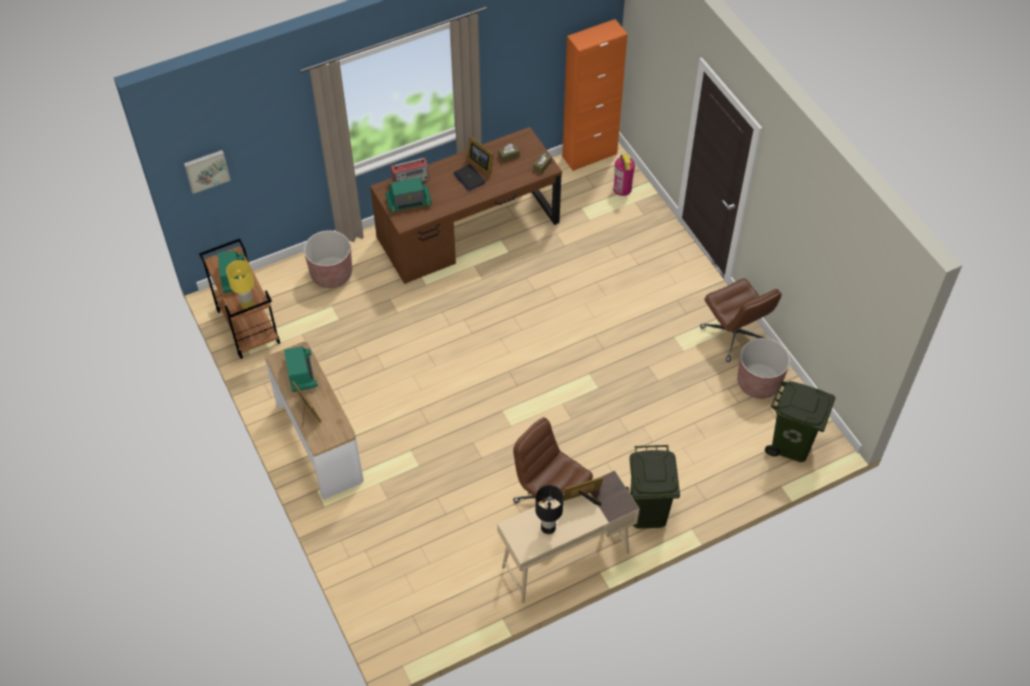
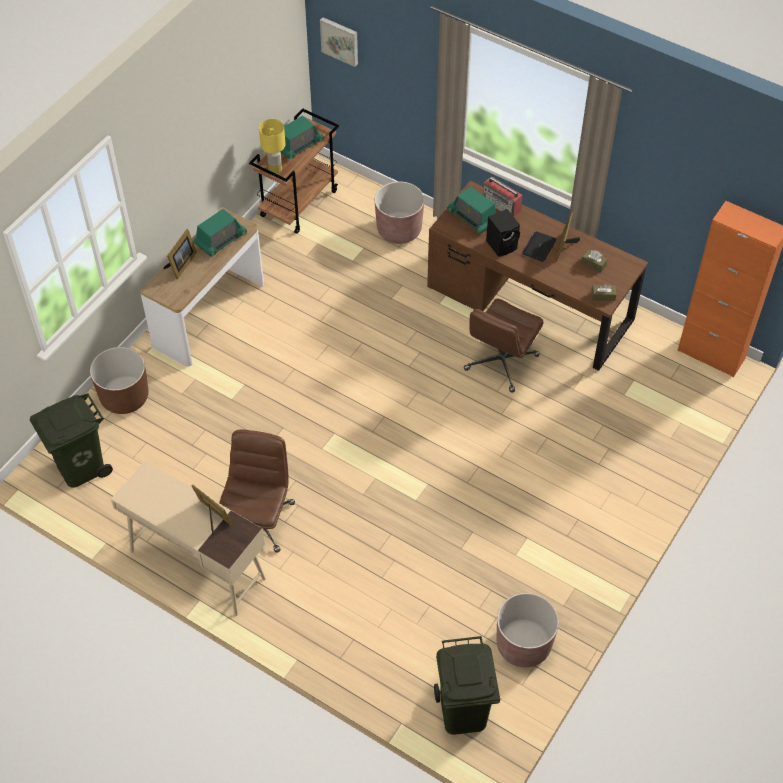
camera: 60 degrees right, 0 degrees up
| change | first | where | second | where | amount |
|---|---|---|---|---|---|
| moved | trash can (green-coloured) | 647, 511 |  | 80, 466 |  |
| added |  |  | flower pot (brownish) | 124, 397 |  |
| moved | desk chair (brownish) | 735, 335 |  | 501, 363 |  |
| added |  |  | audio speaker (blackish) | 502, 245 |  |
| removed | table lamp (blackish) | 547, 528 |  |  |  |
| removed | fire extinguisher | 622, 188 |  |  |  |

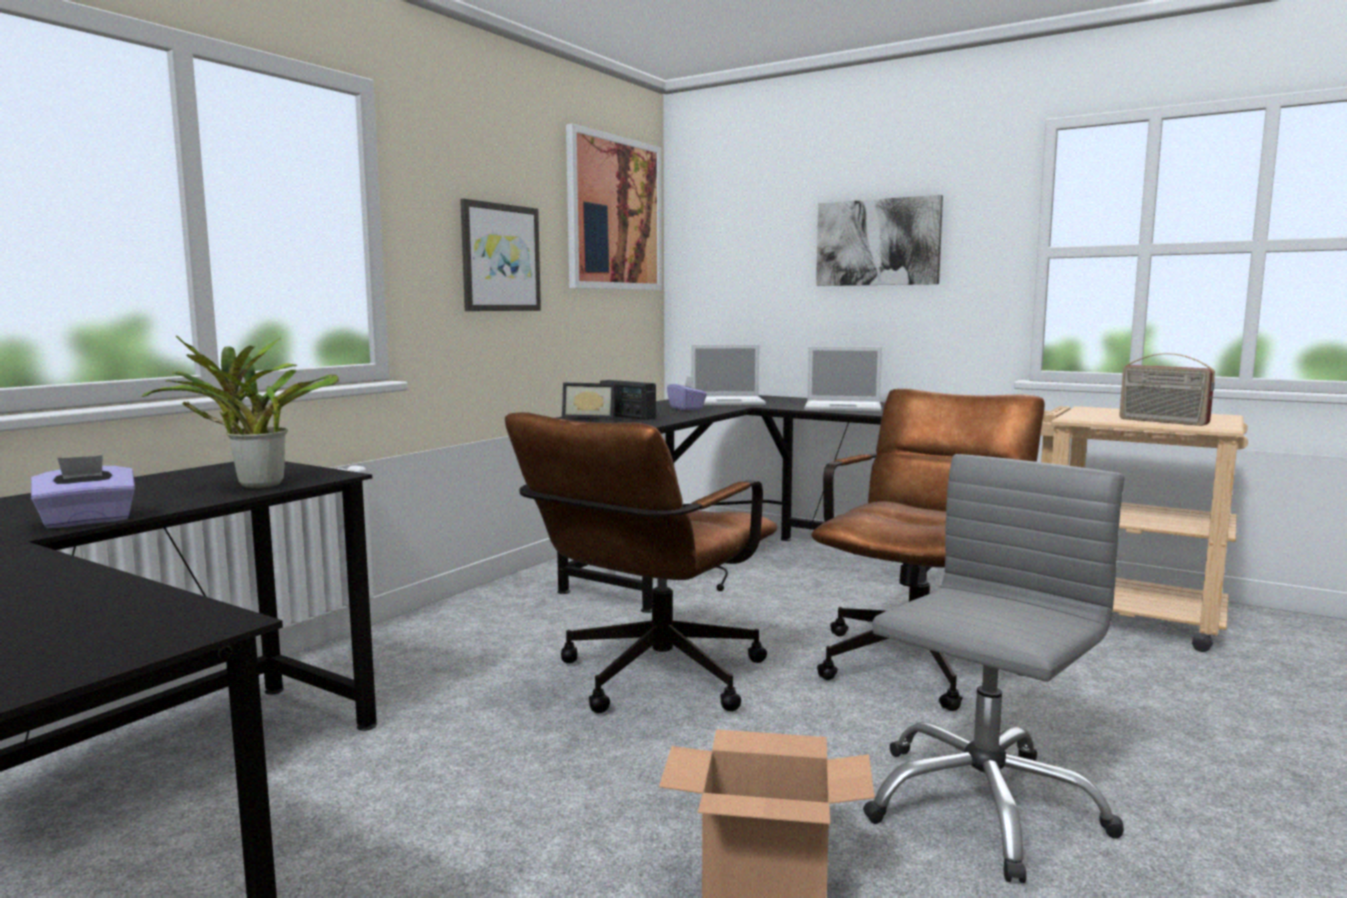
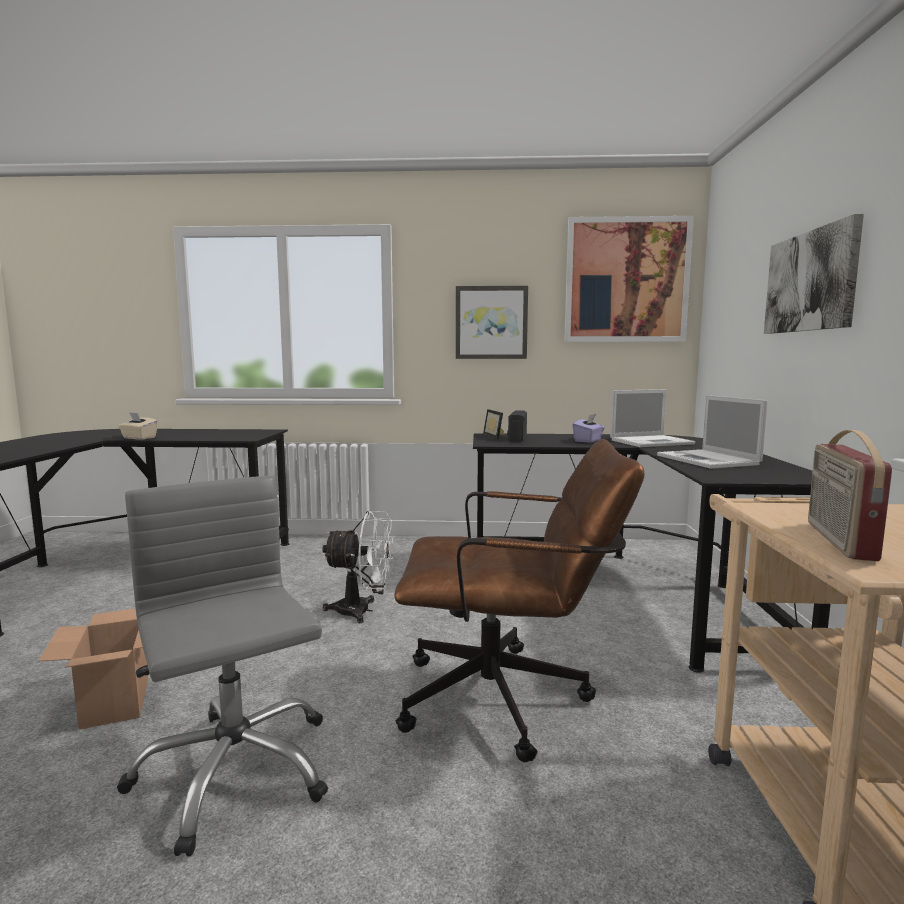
camera: 60 degrees right, 0 degrees up
| change | first | where | second | where | amount |
|---|---|---|---|---|---|
| turned | desk chair (greyish) | 981, 805 |  | 234, 771 | 135 degrees counterclockwise |
| recoloured | tissue box (purplish) | 87, 521 | tissue box (beige-coloured) | 139, 438 |  |
| replaced | desk chair (brownish) | 649, 681 | cooling fan (white) | 362, 611 |  |
| turned | laptop | 729, 402 |  | 652, 442 | 75 degrees counterclockwise |
| removed | plant in a pot | 255, 485 |  |  |  |

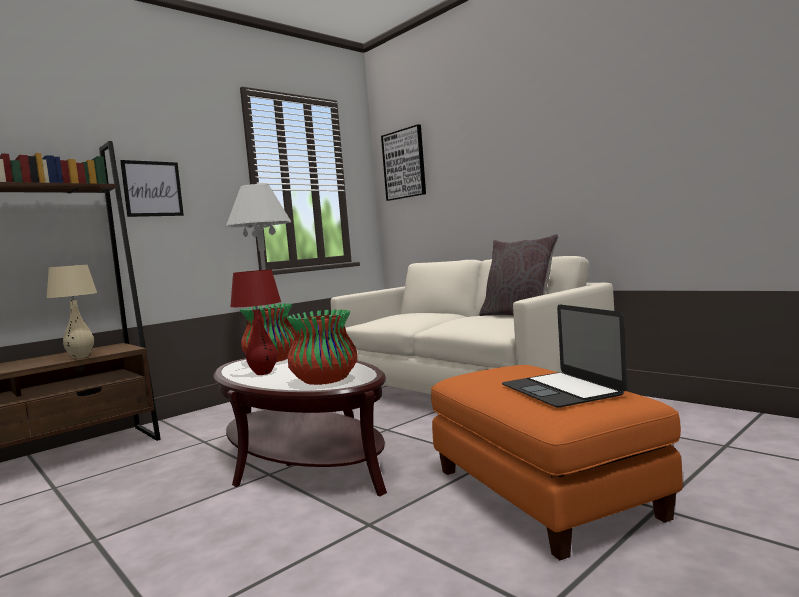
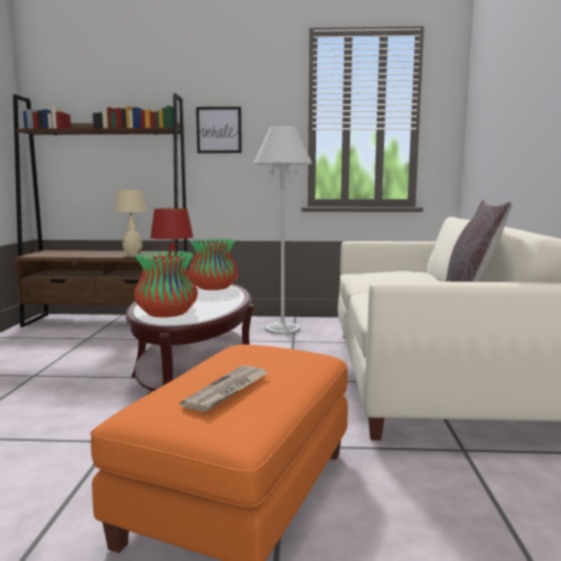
camera: 45 degrees right, 5 degrees up
| change | first | where | second | where | amount |
|---|---|---|---|---|---|
| replaced | laptop | 561, 389 | daily paper | 228, 391 |  |
| removed | picture | 404, 164 |  |  |  |

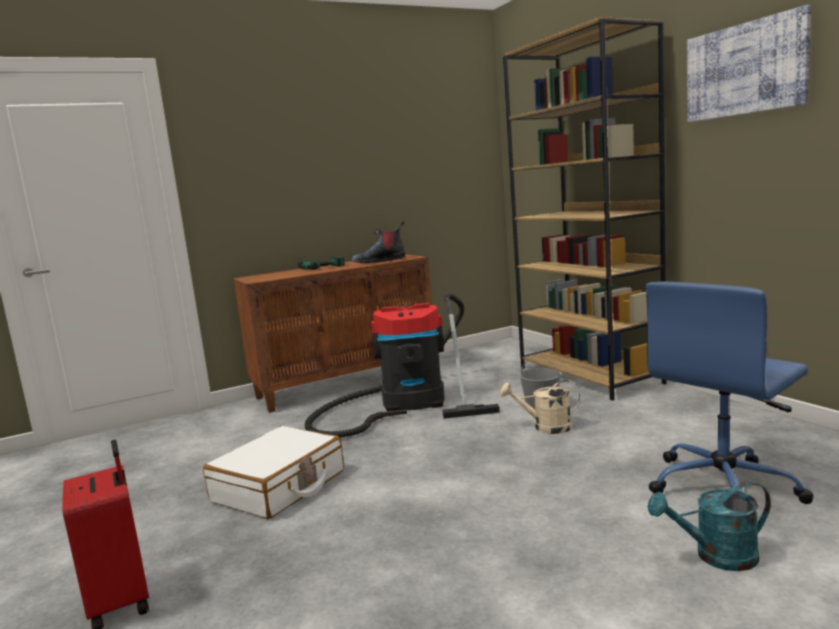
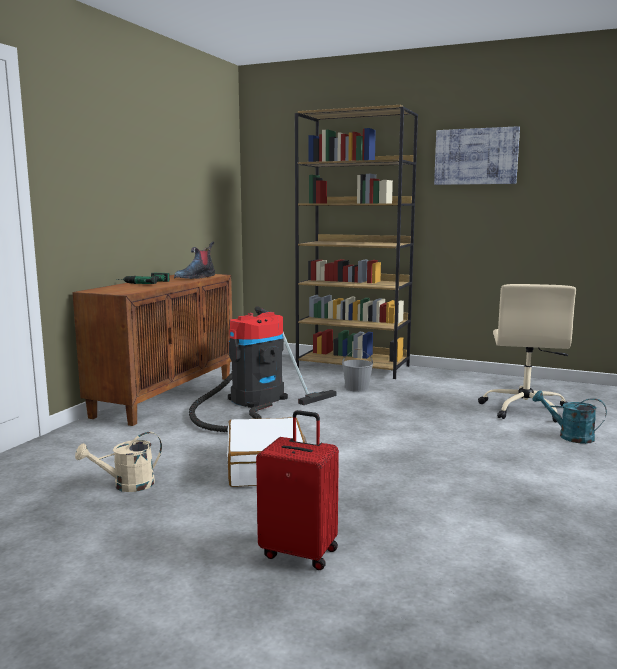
camera: 40 degrees left, 0 degrees up
| change | first | where | second | where | amount |
|---|---|---|---|---|---|
| moved | sprinkling can (beige-coloured) | 545, 427 |  | 127, 485 |  |
| recoloured | desk chair (blue) | 724, 486 | desk chair (beige-coloured) | 524, 409 |  |
| turned | sprinkling can (blue-green) | 716, 556 |  | 569, 436 | 75 degrees clockwise |

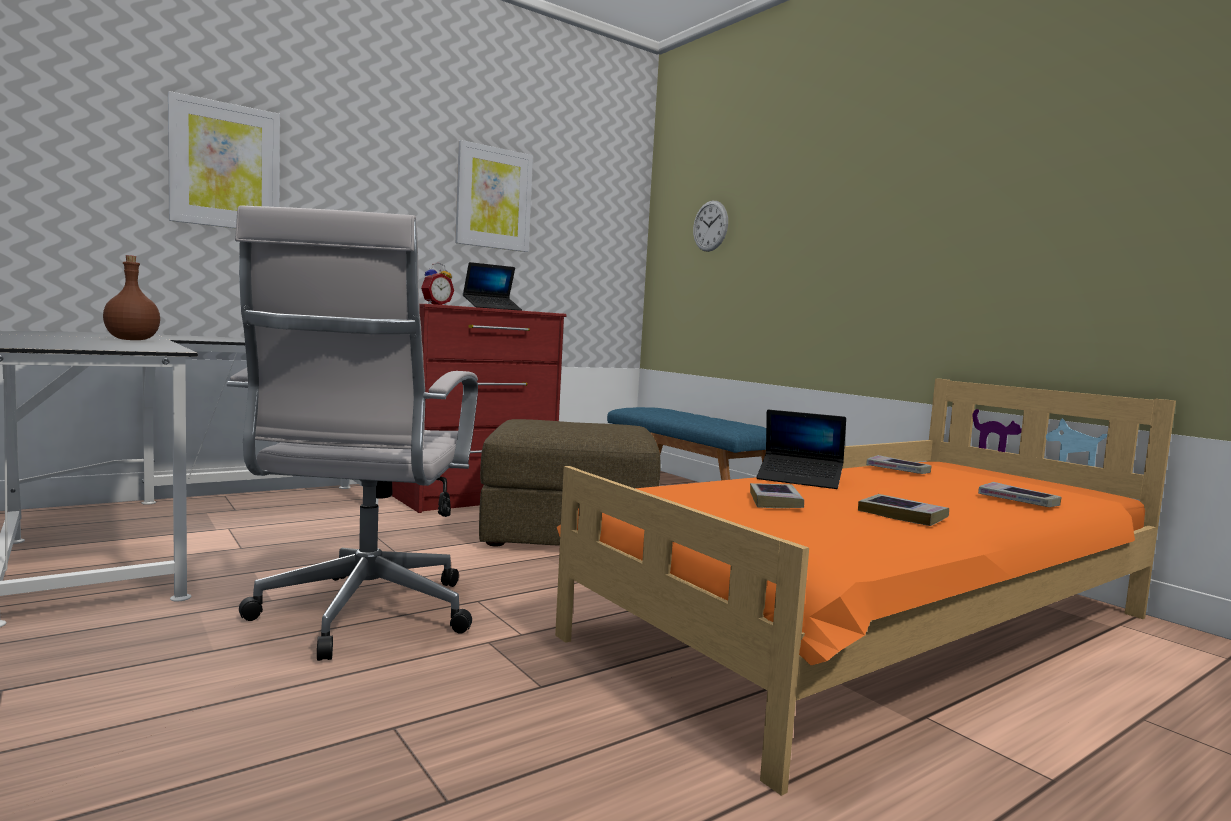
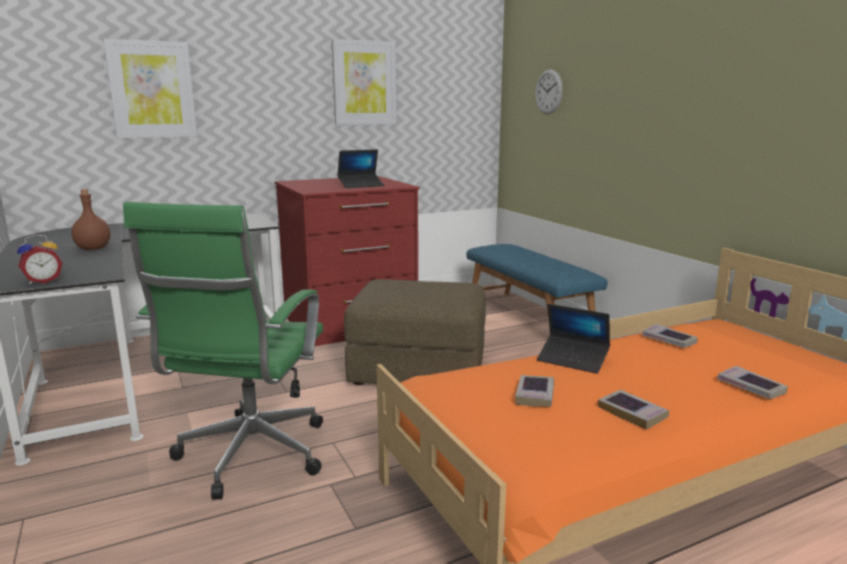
camera: 10 degrees right, 10 degrees up
| change | first | where | second | where | amount |
|---|---|---|---|---|---|
| moved | bedside clock | 435, 304 |  | 43, 281 |  |
| recoloured | desk chair (white) | 362, 617 | desk chair (green-coloured) | 250, 457 |  |

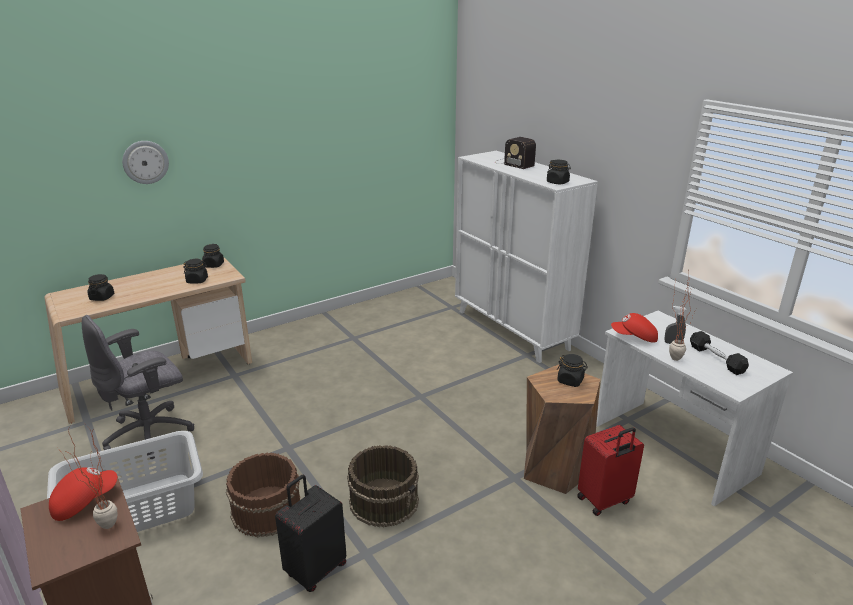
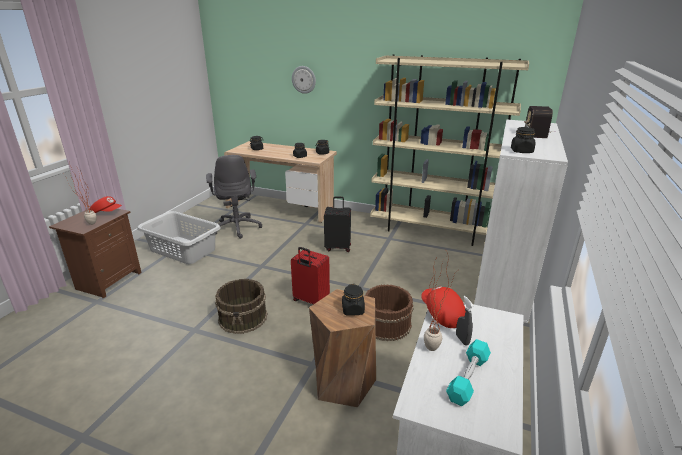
camera: 55 degrees right, 0 degrees up
| change | first | where | second | where | amount |
|---|---|---|---|---|---|
| turned | desk chair (greyish) | 151, 433 |  | 237, 227 | 120 degrees counterclockwise |
| moved | travel case (red) | 605, 501 |  | 310, 300 |  |
| moved | travel case (blackish) | 315, 569 |  | 338, 247 |  |
| moved | bucket (brownish) | 265, 510 |  | 386, 324 |  |
| added |  |  | bookshelf (beige-coloured) | 432, 231 |  |
| recoloured | hand weight (blackish) | 716, 359 | hand weight (blue-green) | 468, 378 |  |

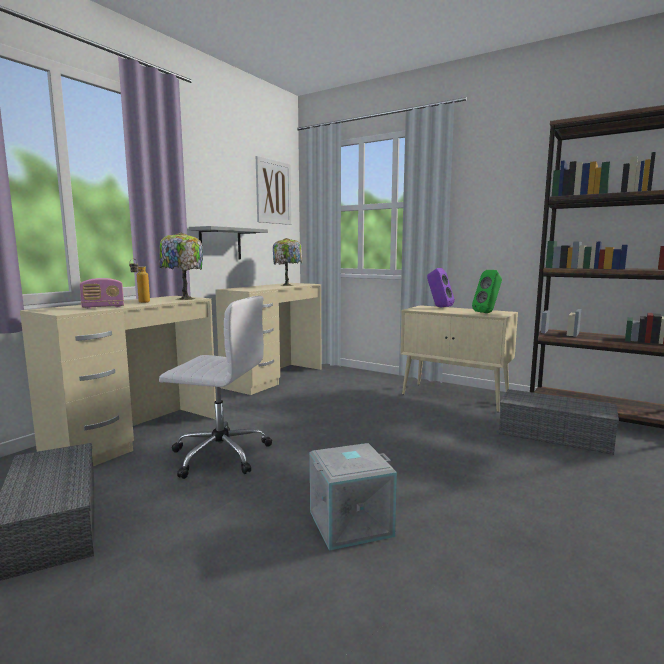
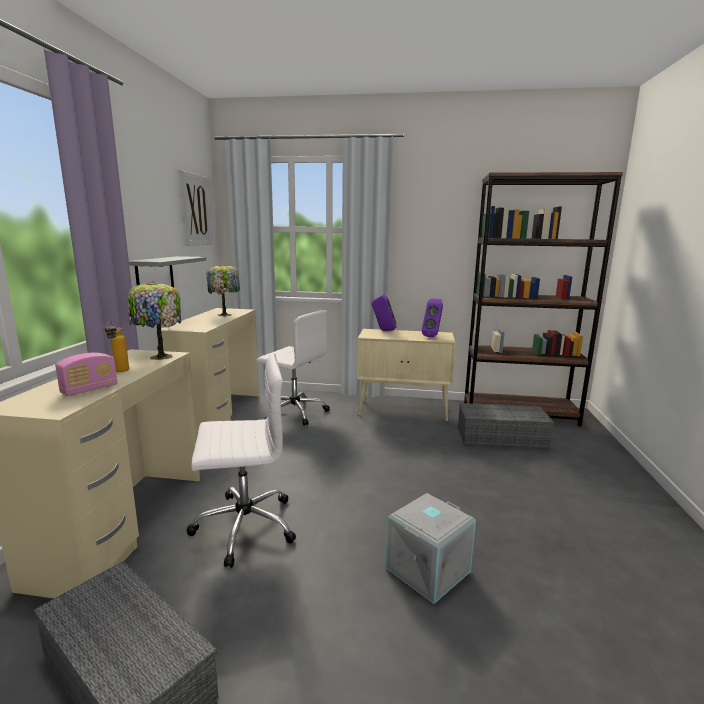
camera: 25 degrees left, 5 degrees up
| change | first | where | second | where | amount |
|---|---|---|---|---|---|
| added |  |  | desk chair (white) | 293, 412 |  |
| recoloured | audio speaker (green-coloured) | 487, 313 | audio speaker (purplish) | 433, 336 |  |

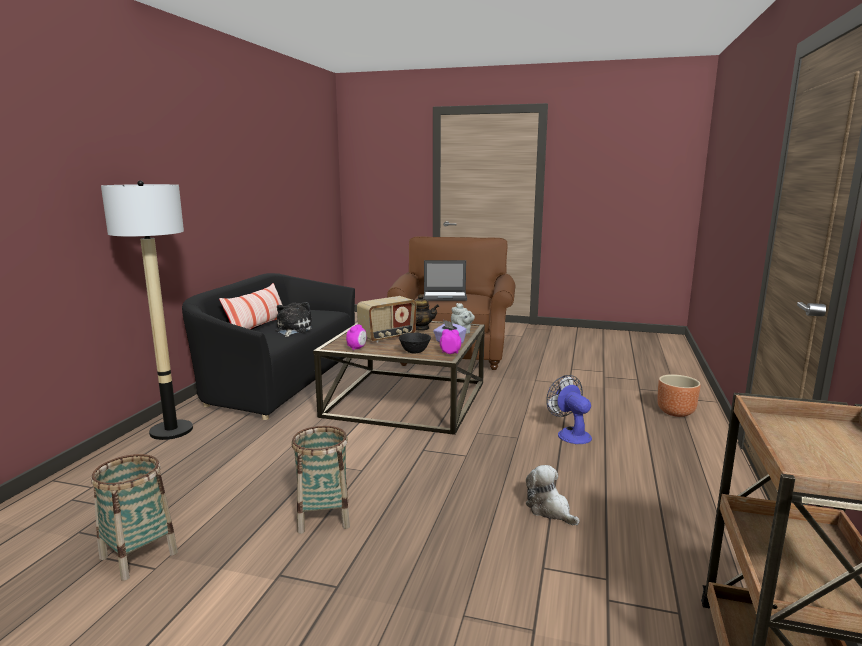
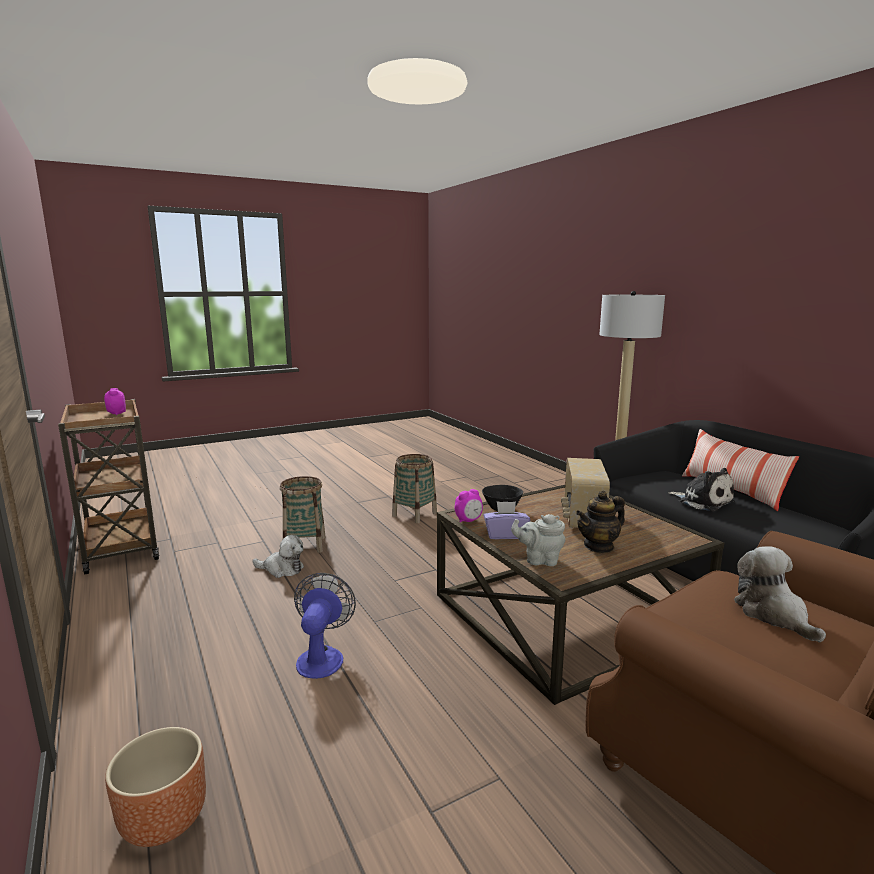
camera: 135 degrees right, 0 degrees up
| change | first | where | second | where | amount |
|---|---|---|---|---|---|
| moved | bedside clock | 357, 348 |  | 116, 414 |  |
| moved | household basket | 138, 555 |  | 304, 545 |  |
| turned | cooling fan | 570, 434 |  | 322, 656 | 105 degrees counterclockwise |
| replaced | laptop | 445, 297 | cuddly toy | 773, 614 |  |

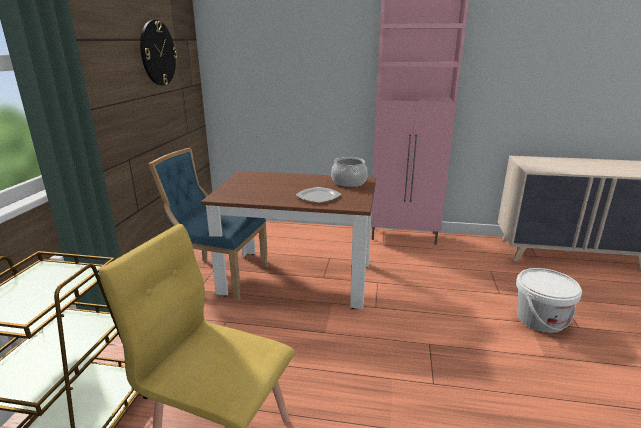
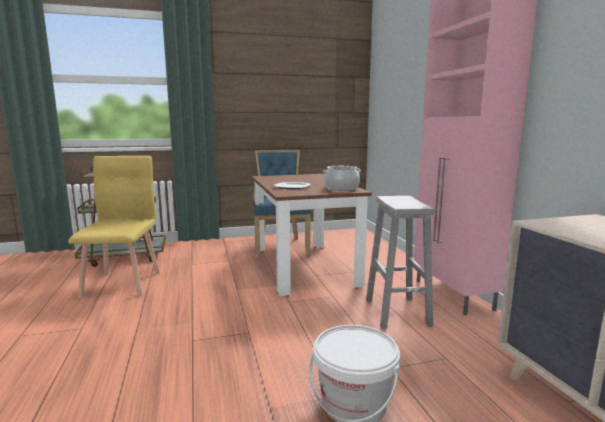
camera: 65 degrees right, 10 degrees down
| change | first | where | second | where | amount |
|---|---|---|---|---|---|
| added |  |  | sitting stool (white) | 397, 313 |  |
| removed | clock on the wall | 157, 53 |  |  |  |

